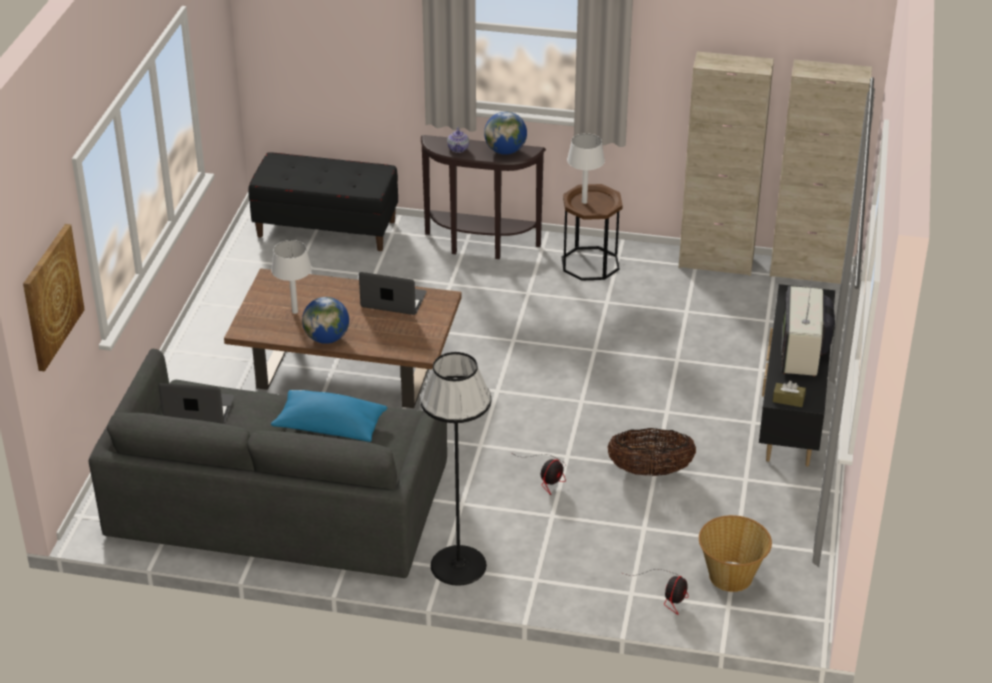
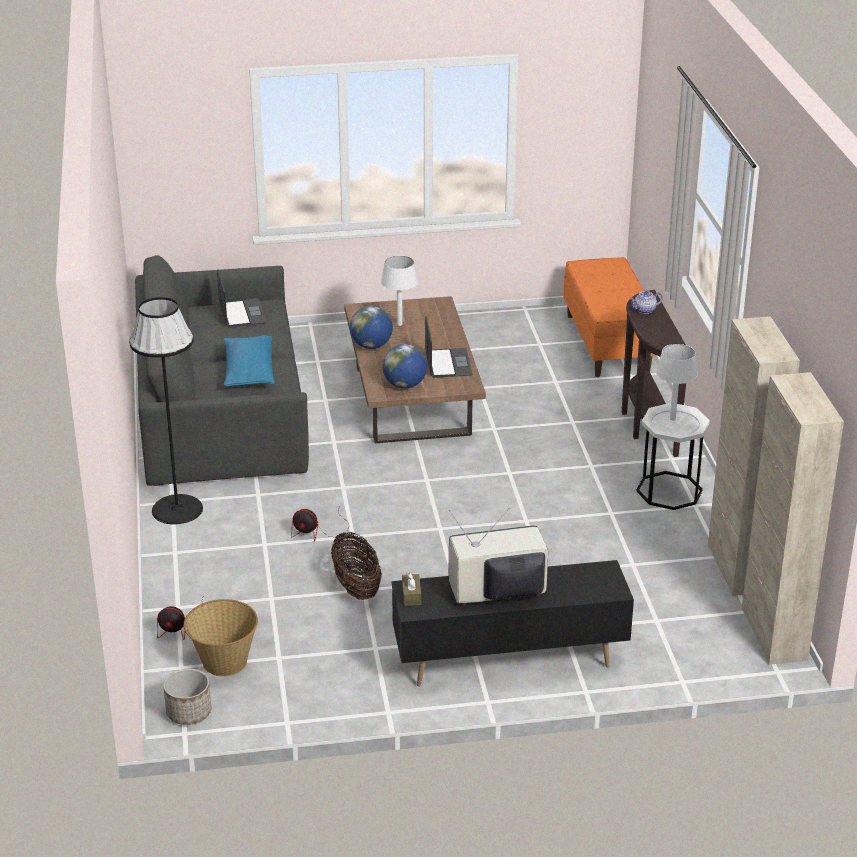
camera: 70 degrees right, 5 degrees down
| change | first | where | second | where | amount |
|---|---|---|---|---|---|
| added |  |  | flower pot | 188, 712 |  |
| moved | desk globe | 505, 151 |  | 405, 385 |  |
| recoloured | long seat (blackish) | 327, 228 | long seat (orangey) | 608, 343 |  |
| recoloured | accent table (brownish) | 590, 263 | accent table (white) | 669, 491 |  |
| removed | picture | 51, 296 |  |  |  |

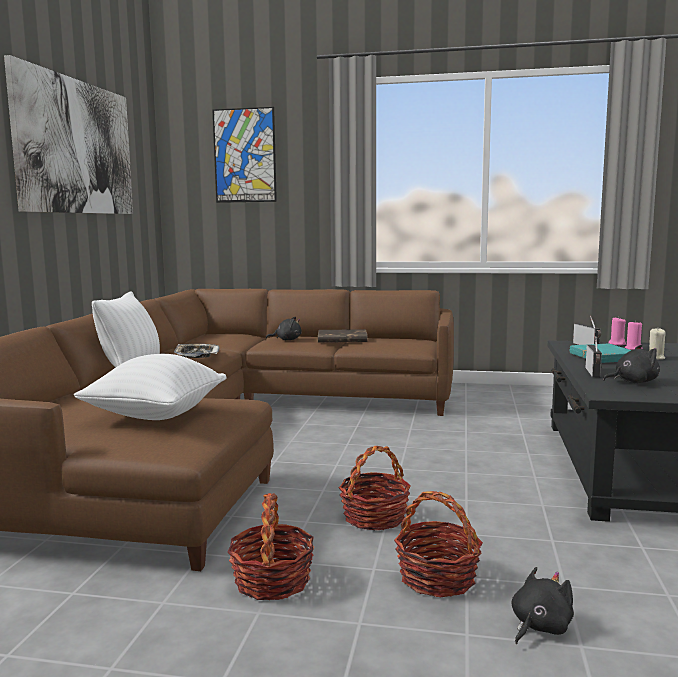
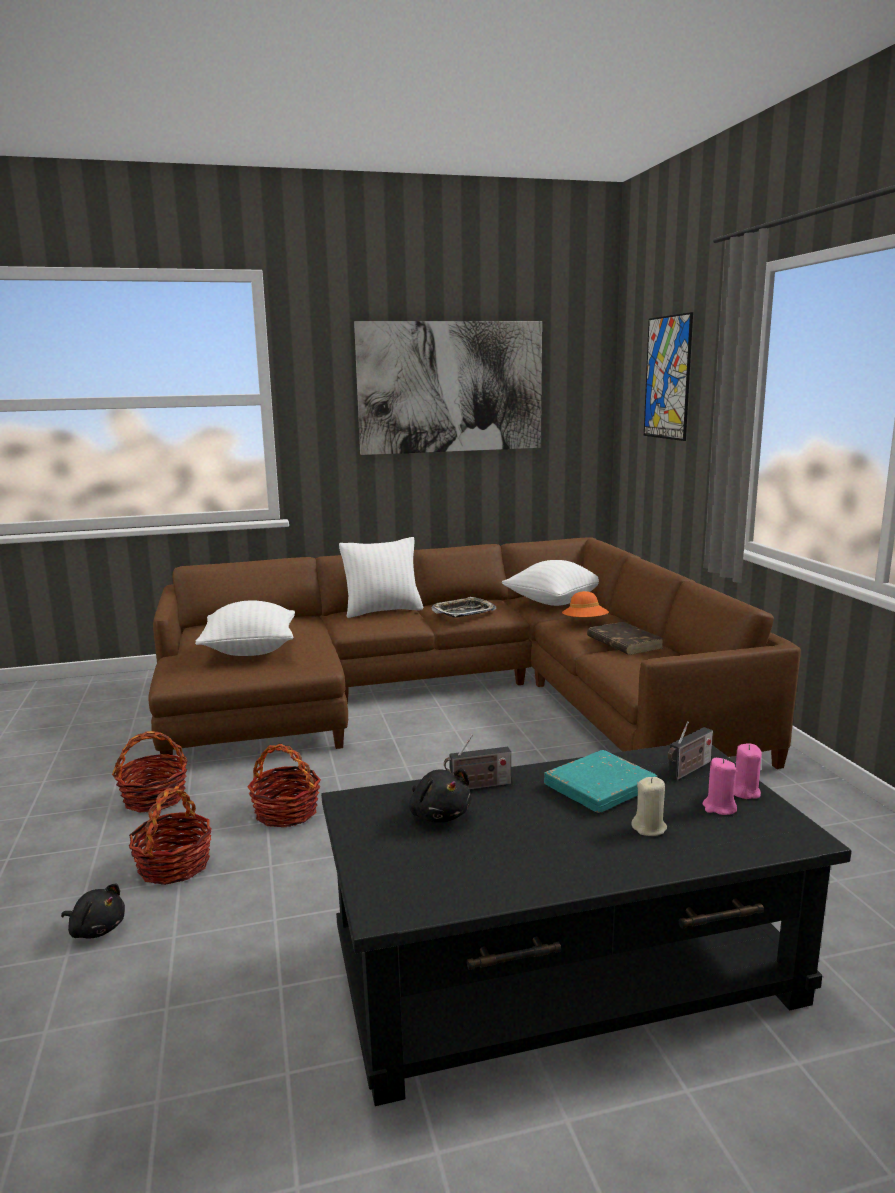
camera: 65 degrees right, 5 degrees up
| change | first | where | second | where | amount |
|---|---|---|---|---|---|
| added |  |  | throw pillow (white) | 553, 602 |  |
| replaced | cuddly toy (blackish) | 286, 340 | clothing hat (orangey) | 585, 623 |  |

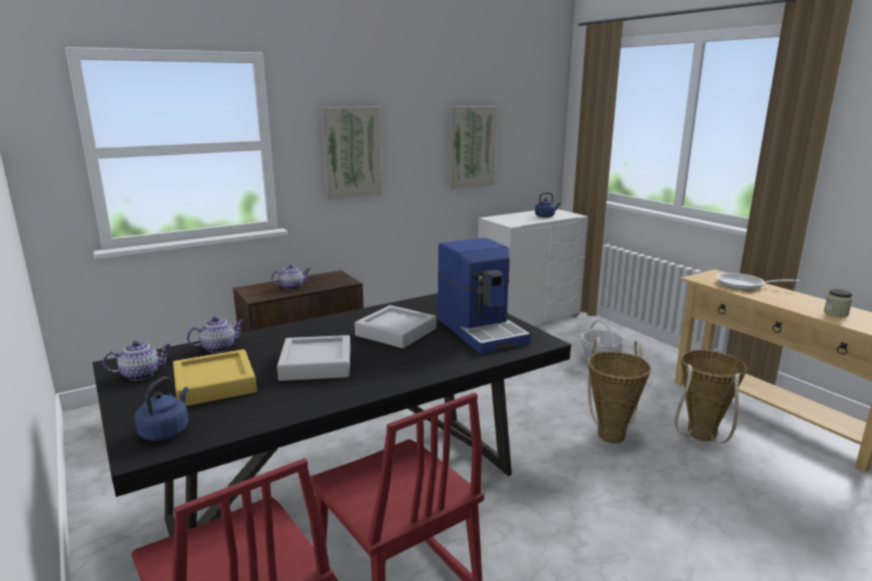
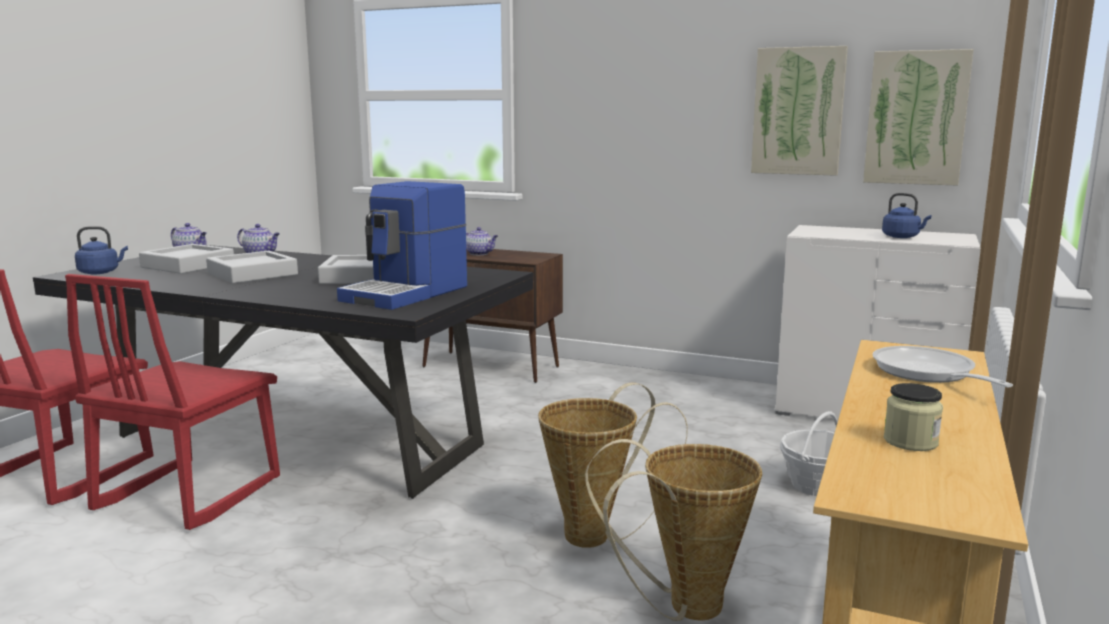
camera: 55 degrees right, 5 degrees down
| change | first | where | second | where | amount |
|---|---|---|---|---|---|
| recoloured | carrying tray (yellow) | 215, 384 | carrying tray (greyish) | 188, 265 |  |
| moved | picture | 351, 152 |  | 916, 118 |  |

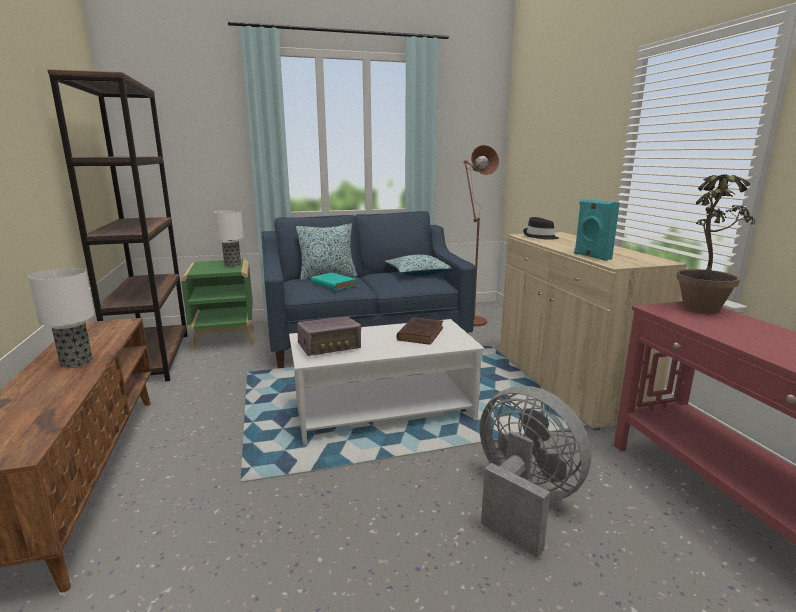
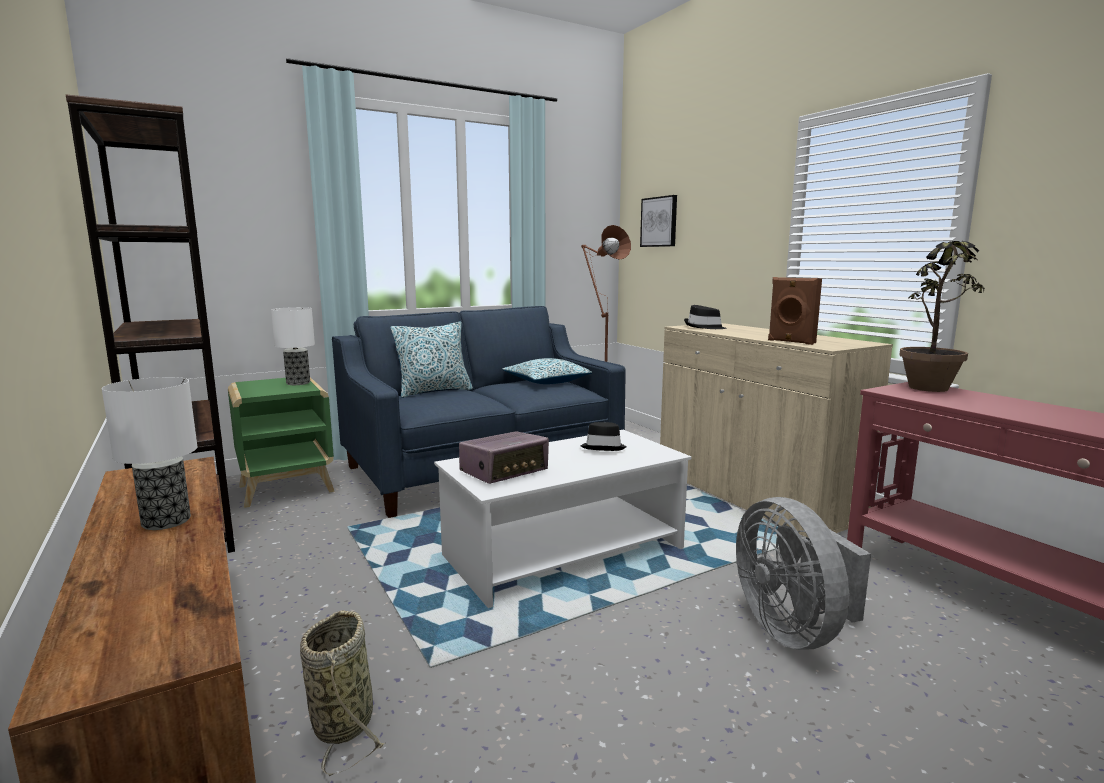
camera: 15 degrees left, 5 degrees down
| change | first | where | second | where | amount |
|---|---|---|---|---|---|
| added |  |  | household basket | 344, 720 |  |
| replaced | book (brownish) | 421, 333 | clothing hat (blackish) | 603, 447 |  |
| added |  |  | picture | 659, 222 |  |
| turned | cooling fan (greyish) | 523, 501 |  | 793, 630 | 135 degrees counterclockwise |
| recoloured | audio speaker (blue-green) | 591, 256 | audio speaker (brownish) | 790, 342 |  |
| removed | book (blue-green) | 333, 284 |  |  |  |

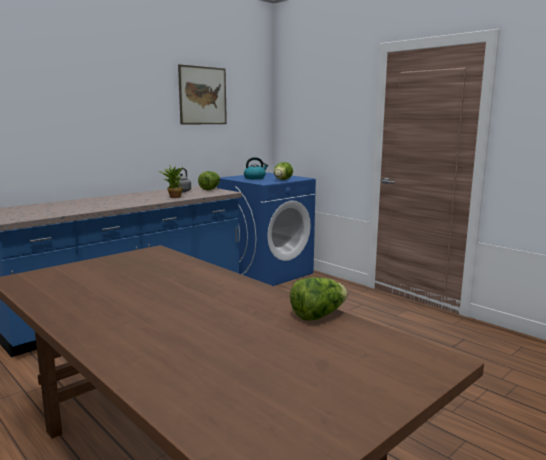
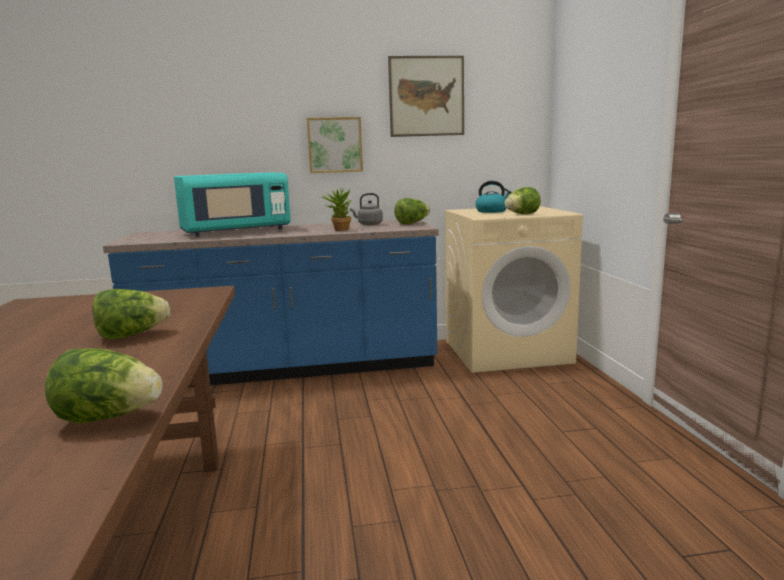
camera: 35 degrees right, 0 degrees up
| change | first | where | second | where | amount |
|---|---|---|---|---|---|
| added |  |  | lettuce head | 132, 335 |  |
| added |  |  | microwave oven (blue-green) | 235, 231 |  |
| added |  |  | picture | 335, 145 |  |
| recoloured | washing machine (blue) | 266, 273 | washing machine (beige-coloured) | 507, 351 |  |

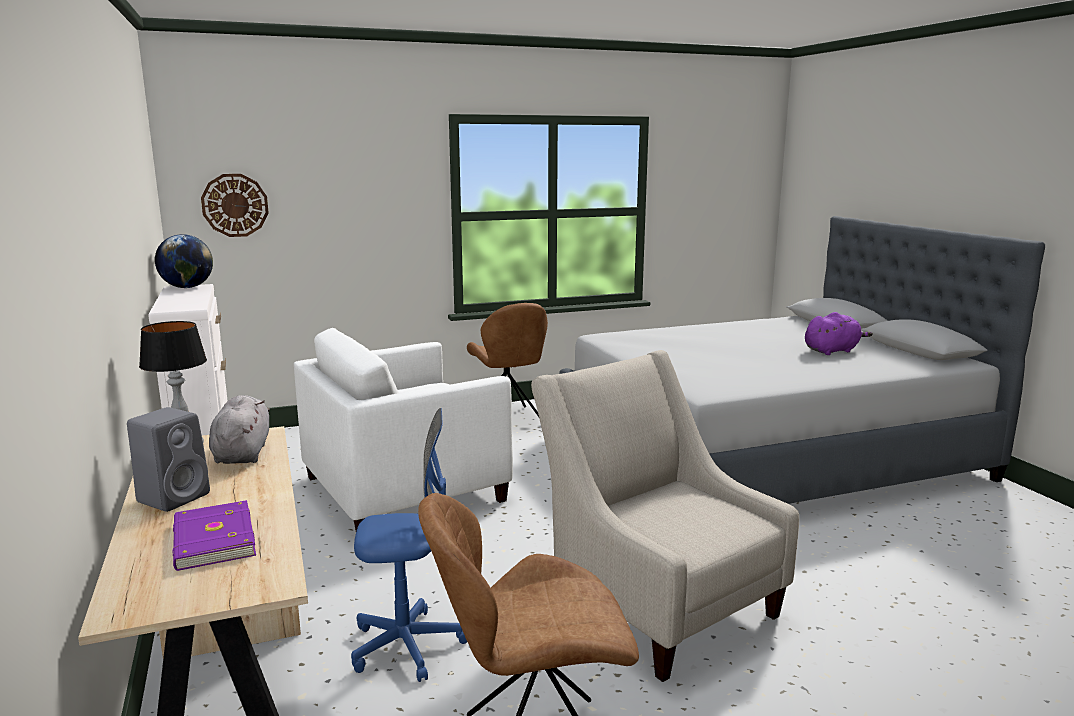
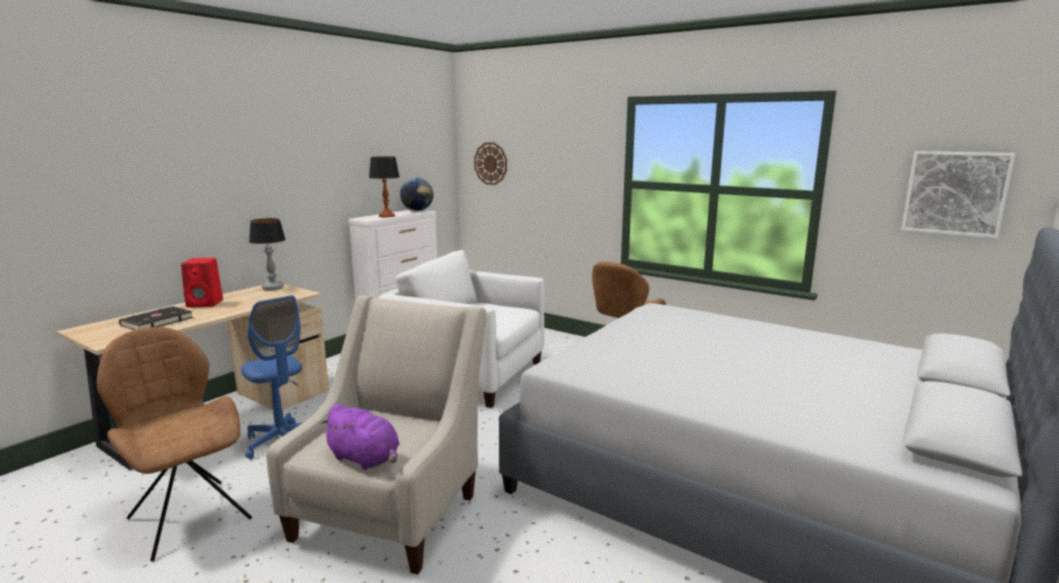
camera: 55 degrees right, 0 degrees up
| change | first | where | second | where | amount |
|---|---|---|---|---|---|
| recoloured | book (purplish) | 211, 540 | book (blackish) | 156, 321 |  |
| recoloured | audio speaker (greyish) | 175, 497 | audio speaker (red) | 206, 303 |  |
| moved | cuddly toy (purplish) | 832, 351 |  | 365, 459 |  |
| added |  |  | table lamp | 386, 216 |  |
| added |  |  | picture | 955, 193 |  |
| removed | cuddly toy (greyish) | 243, 453 |  |  |  |

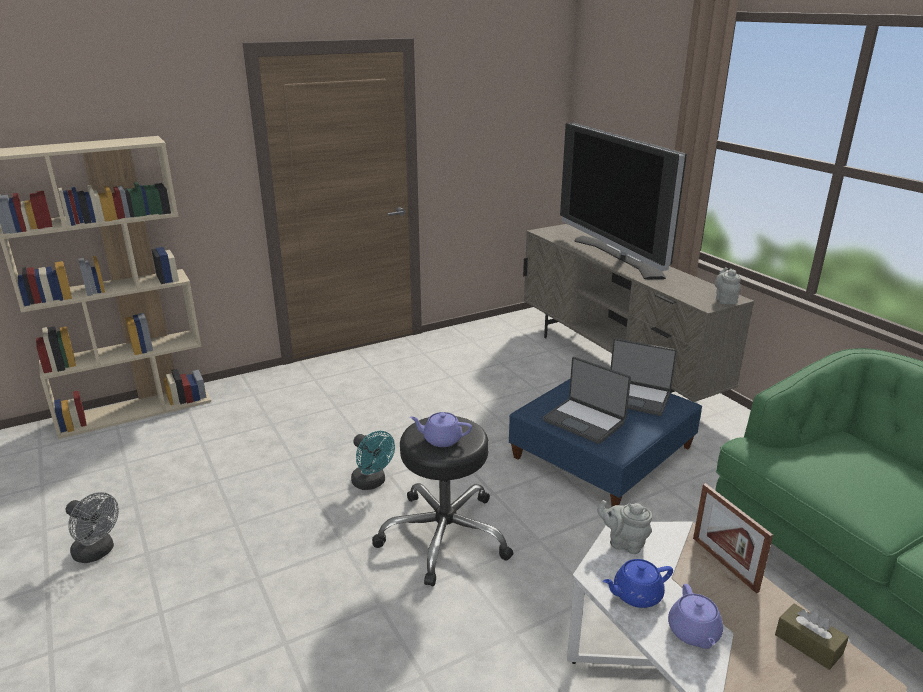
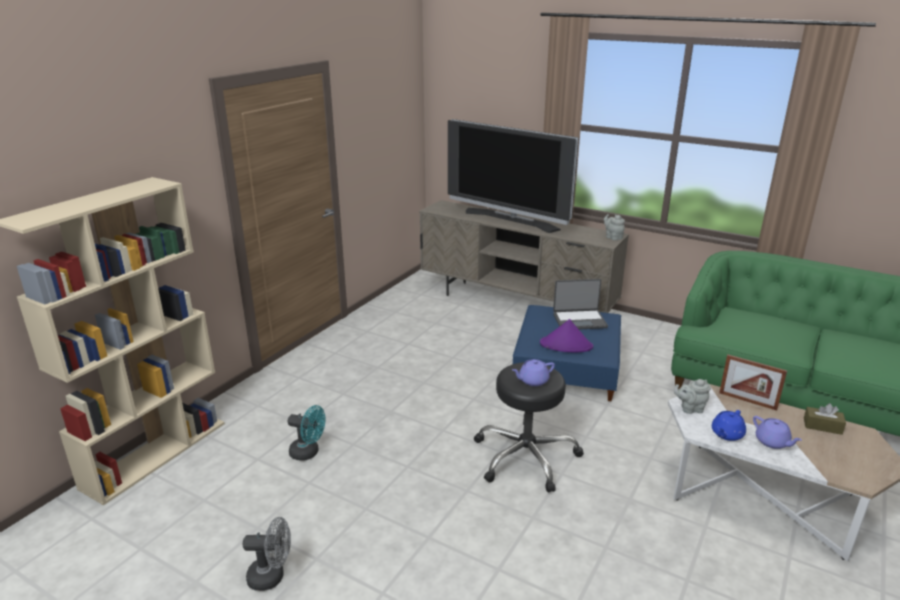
camera: 30 degrees left, 0 degrees up
| change | first | where | second | where | amount |
|---|---|---|---|---|---|
| moved | cooling fan (blue-green) | 372, 483 |  | 308, 453 |  |
| replaced | laptop | 584, 421 | clothing hat (purplish) | 566, 345 |  |

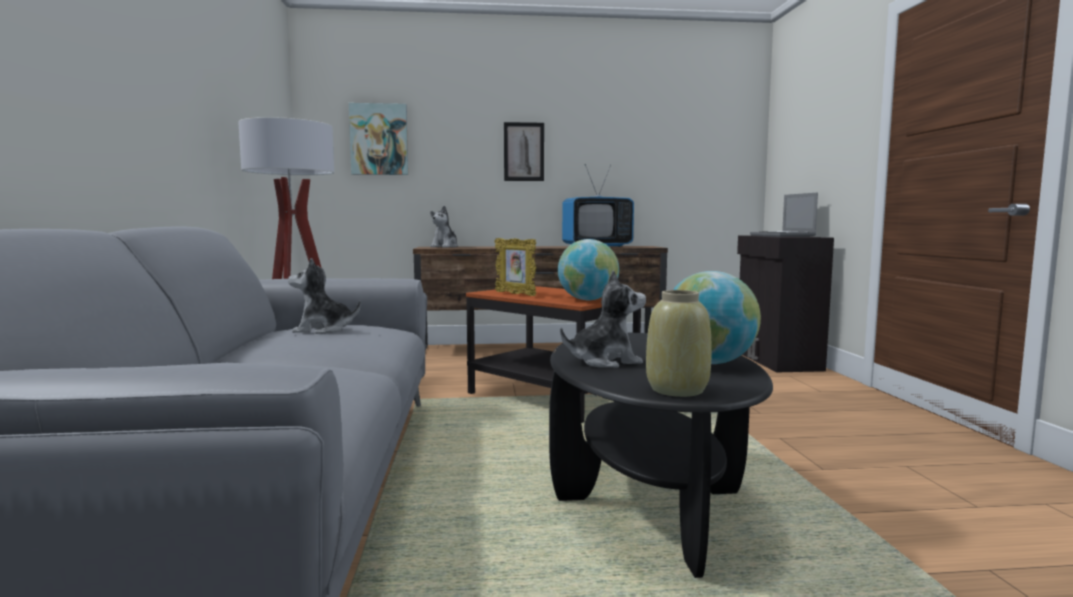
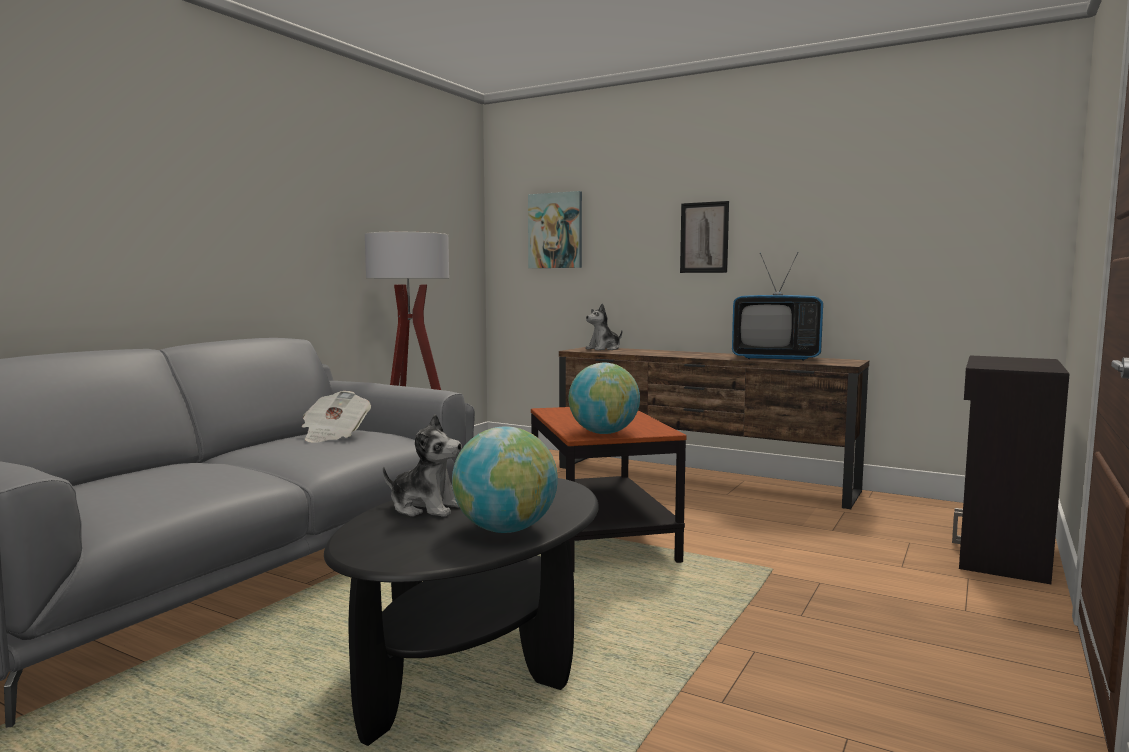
camera: 35 degrees right, 0 degrees up
| change | first | where | second | where | amount |
|---|---|---|---|---|---|
| replaced | cuddly toy | 323, 330 | daily paper | 334, 435 |  |
| removed | standing frame | 515, 294 |  |  |  |
| removed | decorative vase (beige-coloured) | 677, 390 |  |  |  |
| removed | laptop | 783, 236 |  |  |  |

